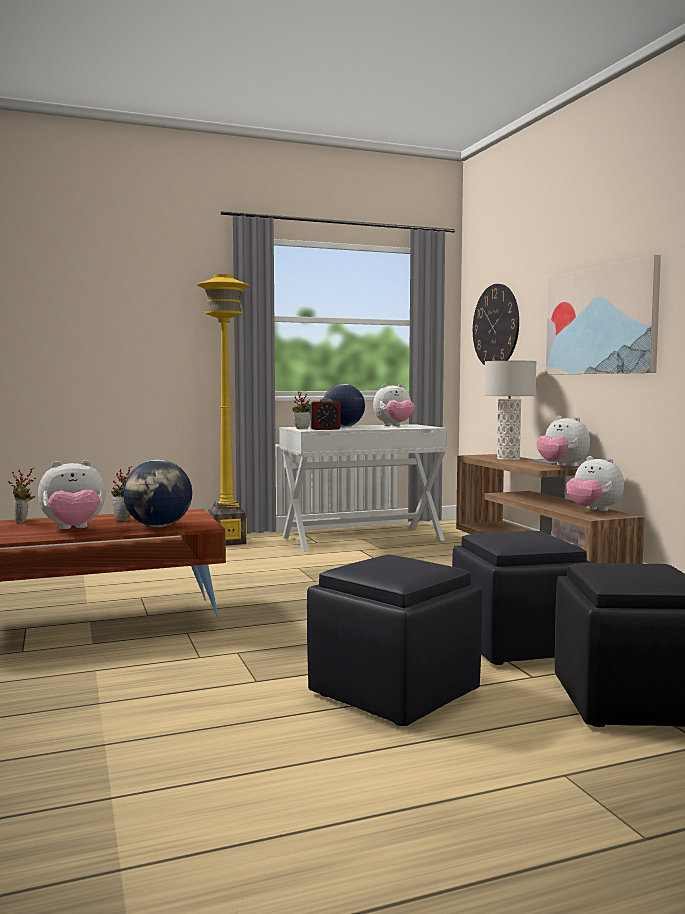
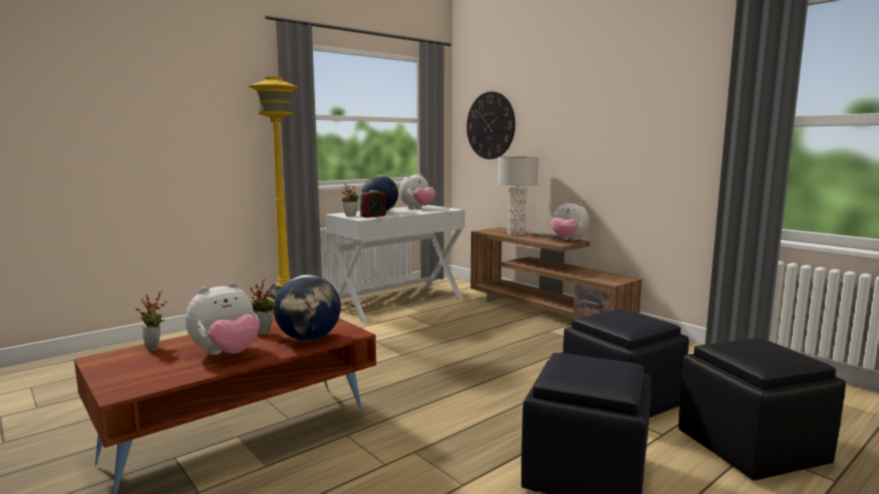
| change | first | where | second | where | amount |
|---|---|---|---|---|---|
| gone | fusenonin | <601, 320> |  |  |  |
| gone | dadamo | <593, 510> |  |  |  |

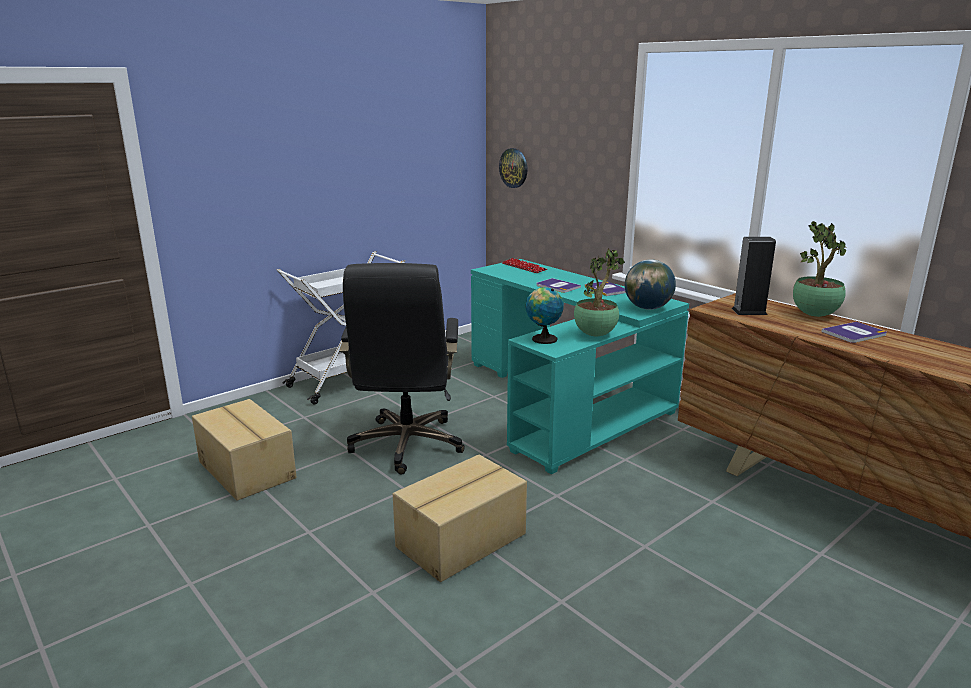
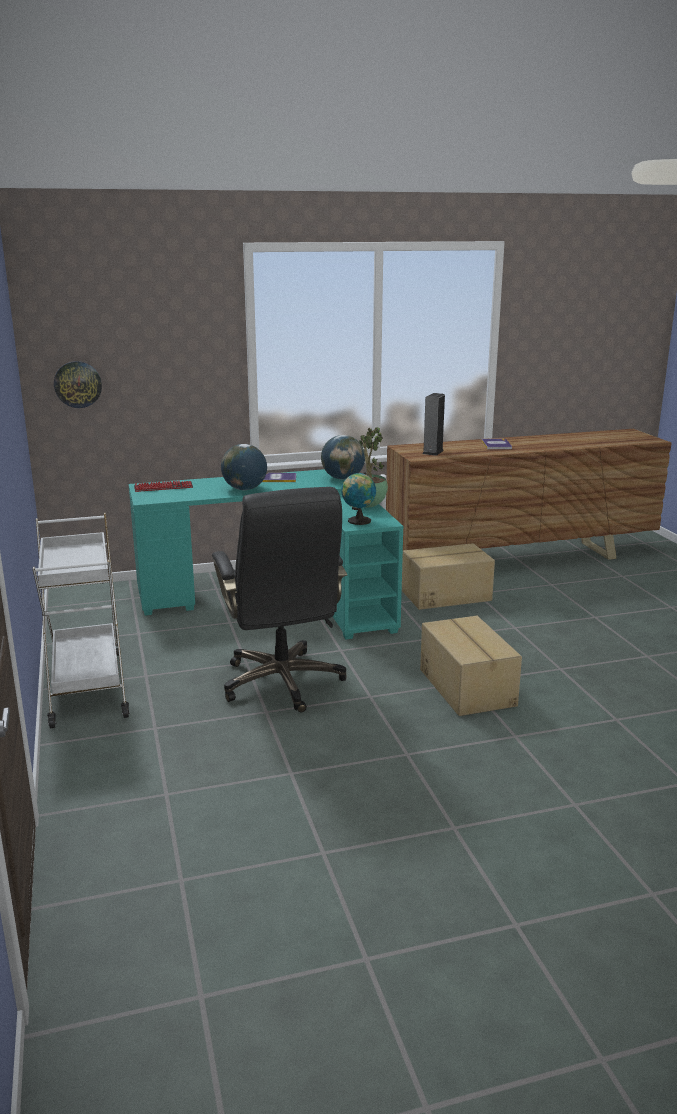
| change | first | where | second | where | amount |
|---|---|---|---|---|---|
| gone | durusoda | <815, 315> |  |  |  |
| shifted | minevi | <248, 469> |  | <445, 595> |  |
| swapped | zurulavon | <557, 286> | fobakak | <245, 489> |  |
| rotated | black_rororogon | <407, 442> |  | <281, 680> | 45 degrees clockwise |

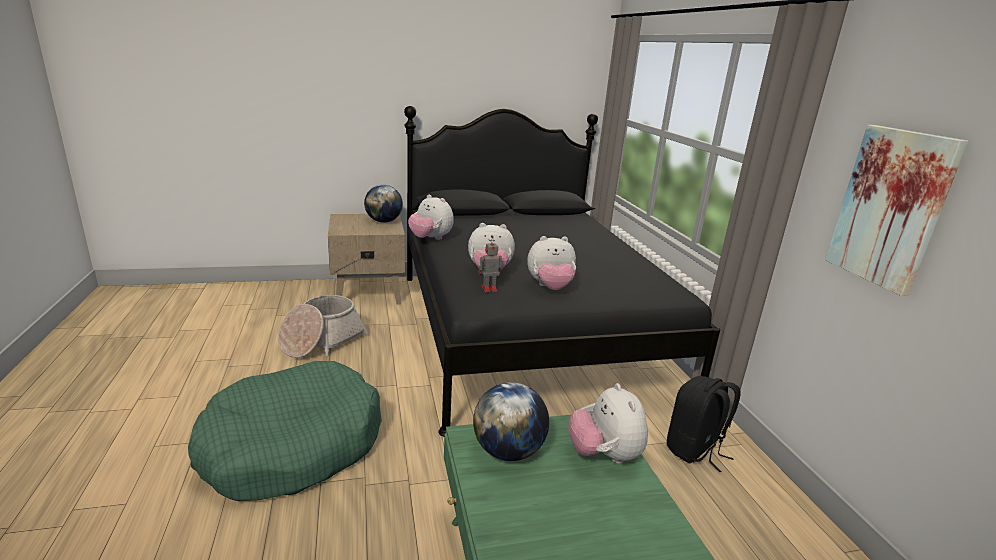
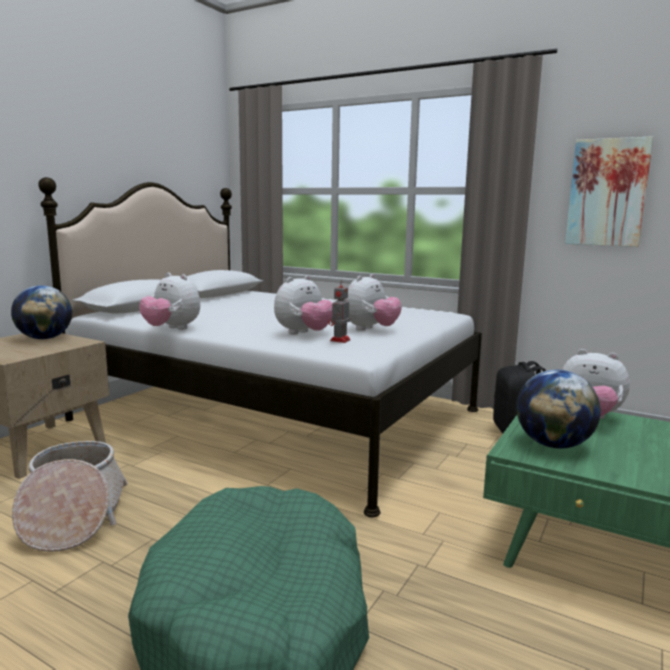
| change | first | where | second | where | amount |
|---|---|---|---|---|---|
| repainted | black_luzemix | <526, 332> | white_luzemix | <278, 415> |  |
| rotated | dadamo | <430, 238> |  | <172, 329> | 45 degrees clockwise |

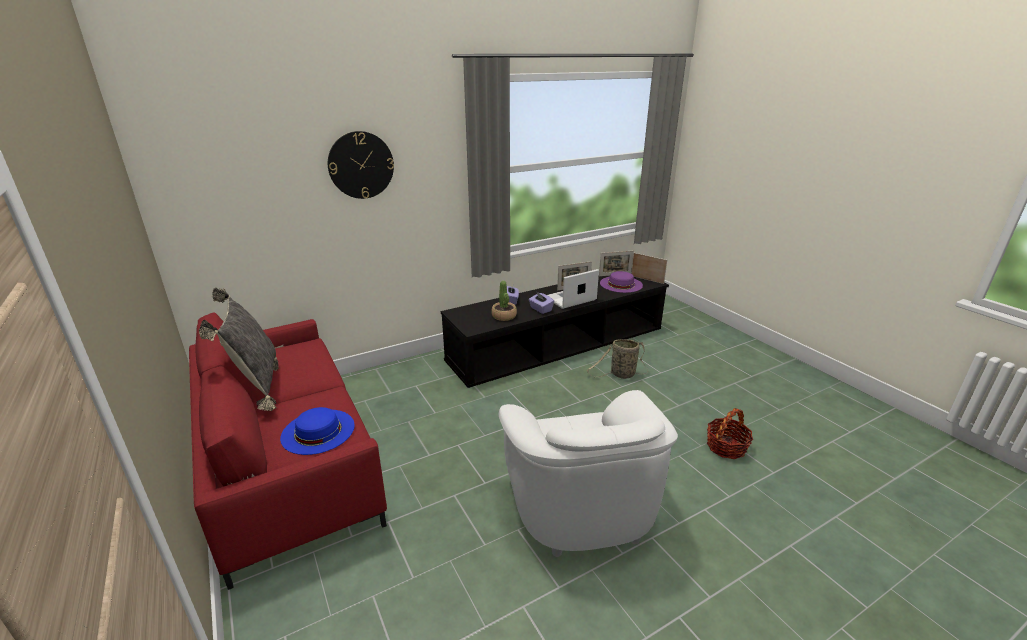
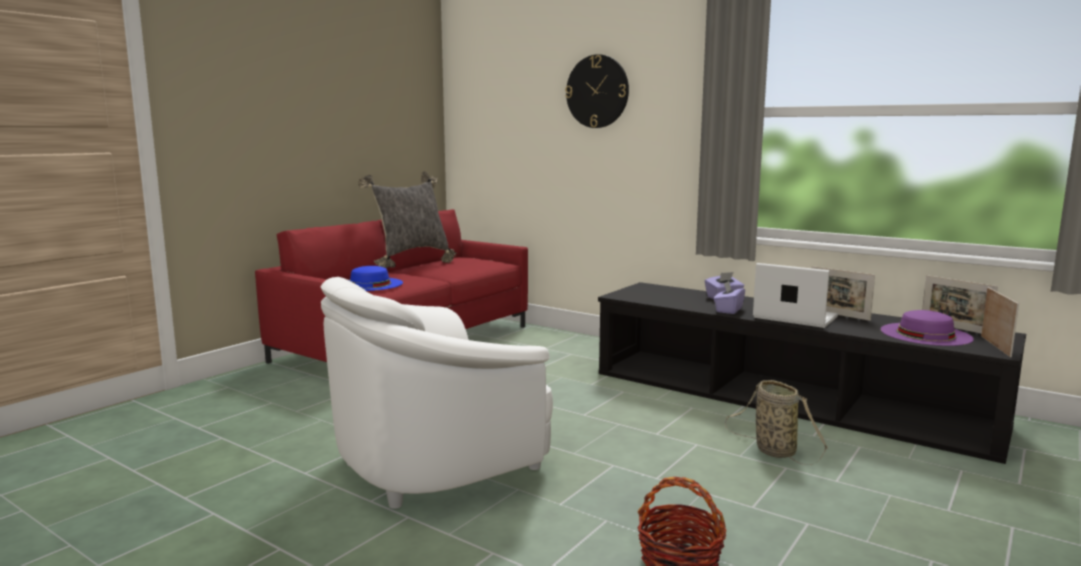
| change | first | where | second | where | amount |
|---|---|---|---|---|---|
| gone | durusoda | <504, 316> |  |  |  |

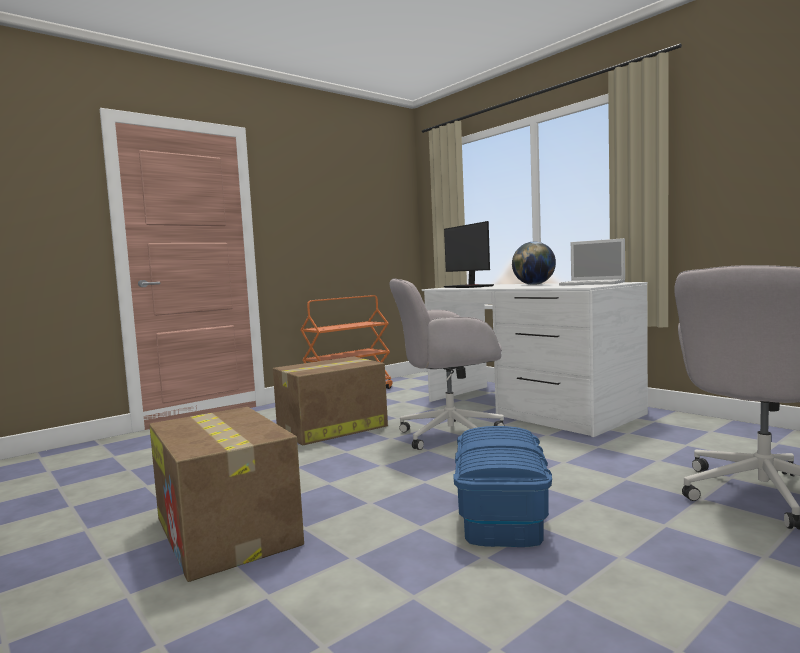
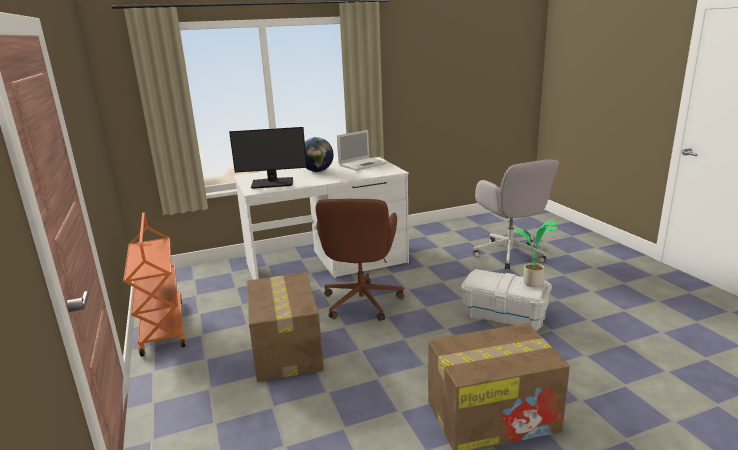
| change | first | where | second | where | amount |
|---|---|---|---|---|---|
| new |  |  | durusoda | <532, 284> |  |
| repainted | grey_rororogon | <449, 435> | brown_rororogon | <361, 303> |  |
| repainted | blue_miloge | <501, 513> | white_miloge | <504, 314> |  |

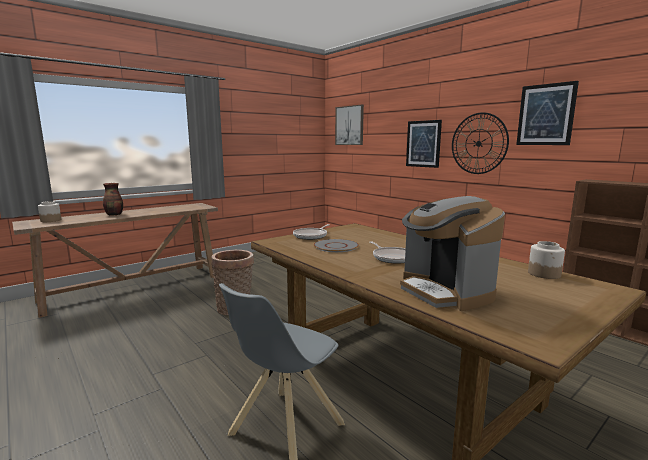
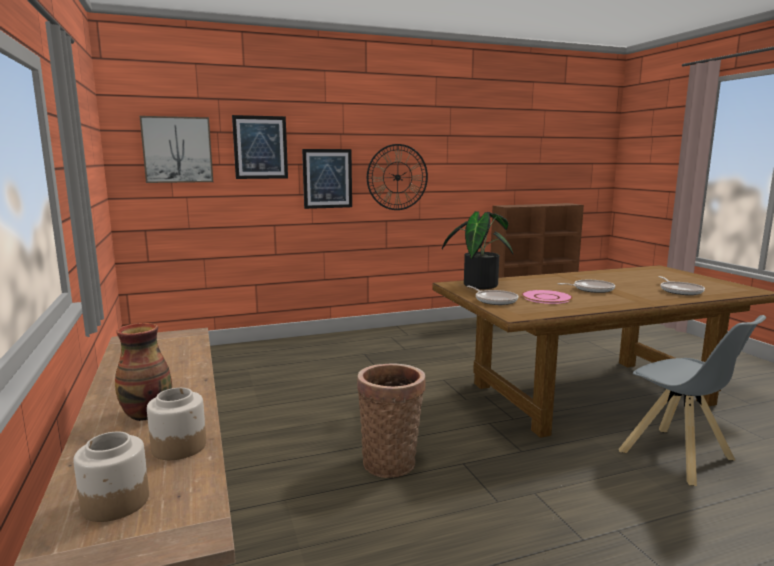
| change | first | where | second | where | amount |
|---|---|---|---|---|---|
| new |  |  | durusoda | <478, 284> |  |
| shifted | fusenonin | <546, 115> |  | <260, 147> |  |
| shifted | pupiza | <544, 274> |  | <179, 446> |  |
| swapped | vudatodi | <445, 292> | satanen | <680, 291> |  |
| repainted | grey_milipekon | <336, 246> | pink_milipekon | <546, 298> |  |

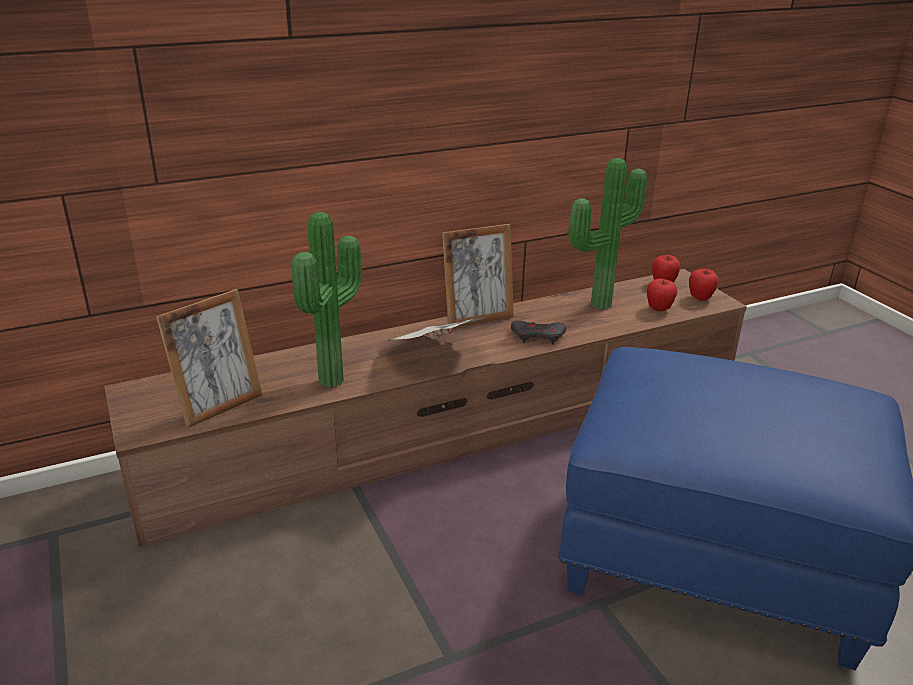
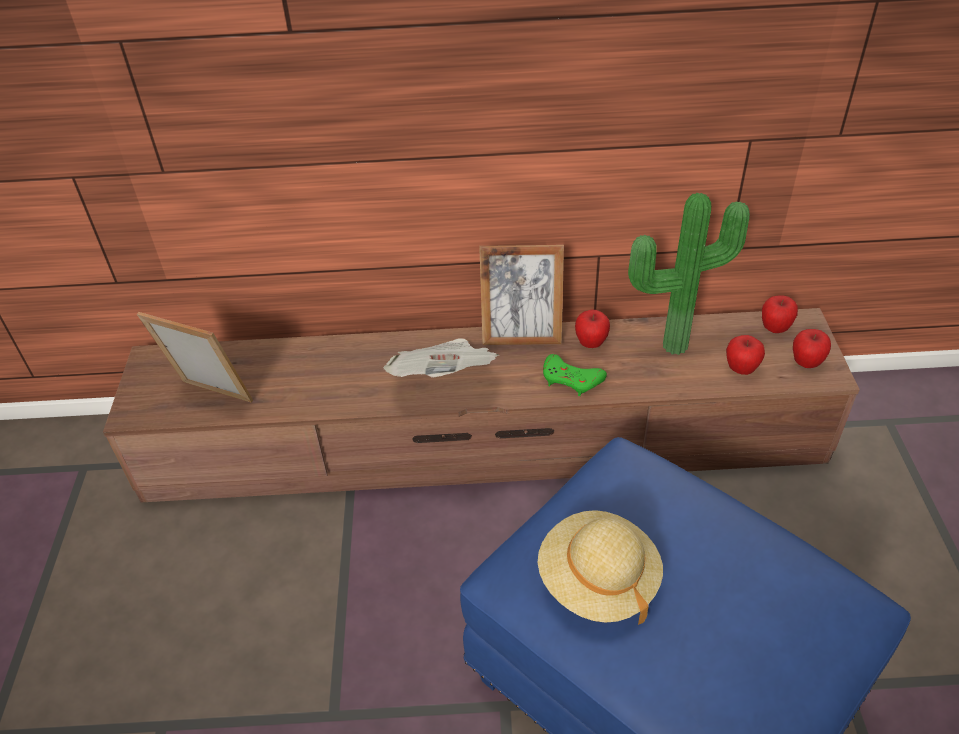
| change | first | where | second | where | amount |
|---|---|---|---|---|---|
| gone | durusoda | <336, 381> |  |  |  |
| new |  |  | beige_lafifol | <597, 581> |  |
| new |  |  | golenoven | <591, 343> |  |
| repainted | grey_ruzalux | <538, 336> | green_ruzalux | <571, 379> |  |
| rotated | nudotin | <219, 406> |  | <211, 398> | 135 degrees counterclockwise |

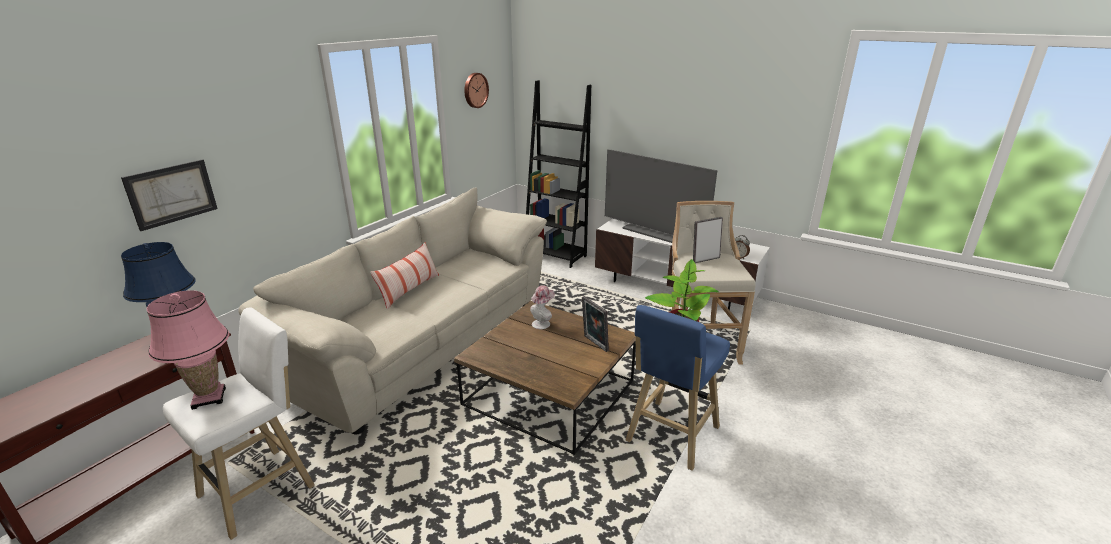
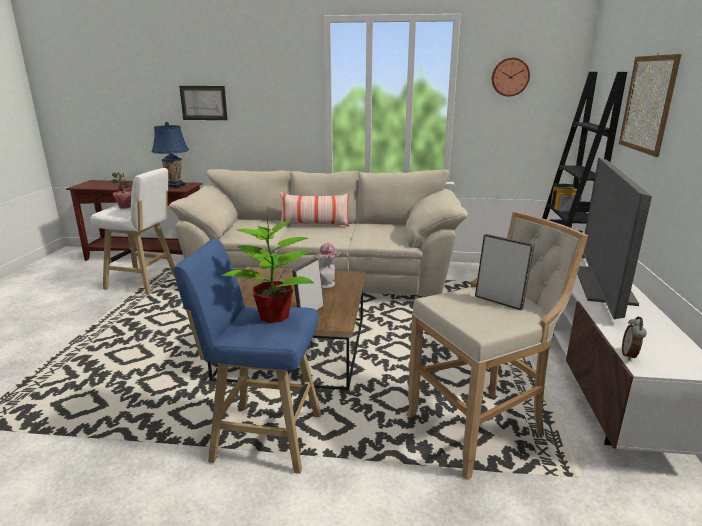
| change | first | where | second | where | amount |
|---|---|---|---|---|---|
| new |  |  | fusenonin | <648, 103> |  |
| swapped | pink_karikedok | <209, 398> | durusoda | <125, 207> |  |

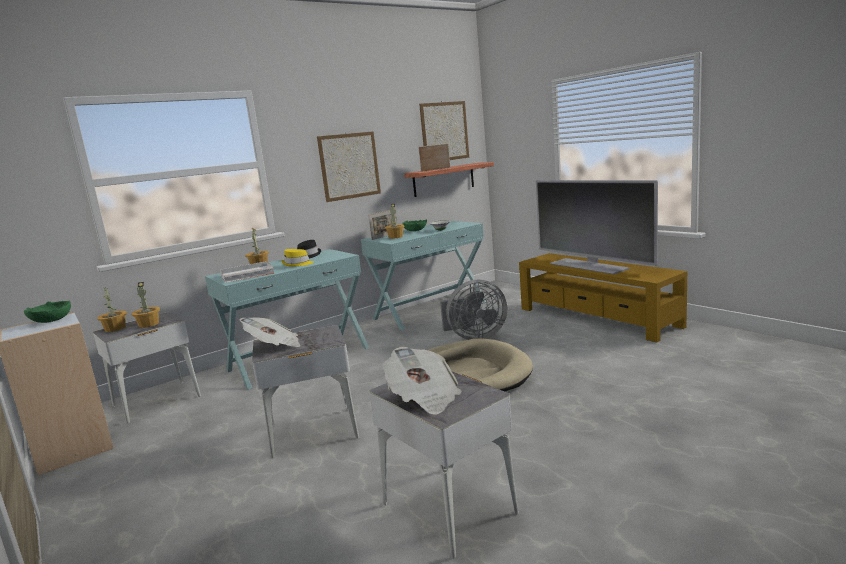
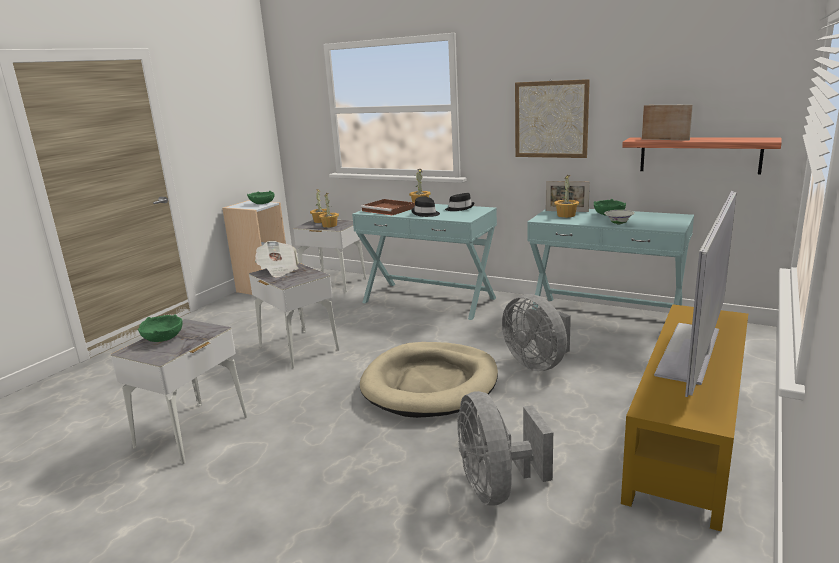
| change | first | where | second | where | amount |
|---|---|---|---|---|---|
| gone | fusenonin | <444, 131> |  |  |  |
| new |  |  | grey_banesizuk | <497, 488> |  |
| swapped | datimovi | <424, 398> | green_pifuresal | <163, 338> |  |
| repainted | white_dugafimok | <248, 274> | brown_dugafimok | <389, 209> |  |
| repainted | yellow_lafifol | <297, 264> | black_lafifol | <425, 213> |  |

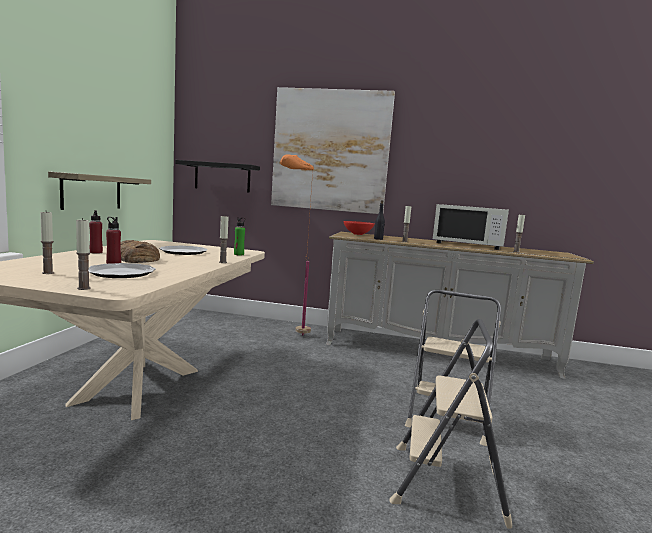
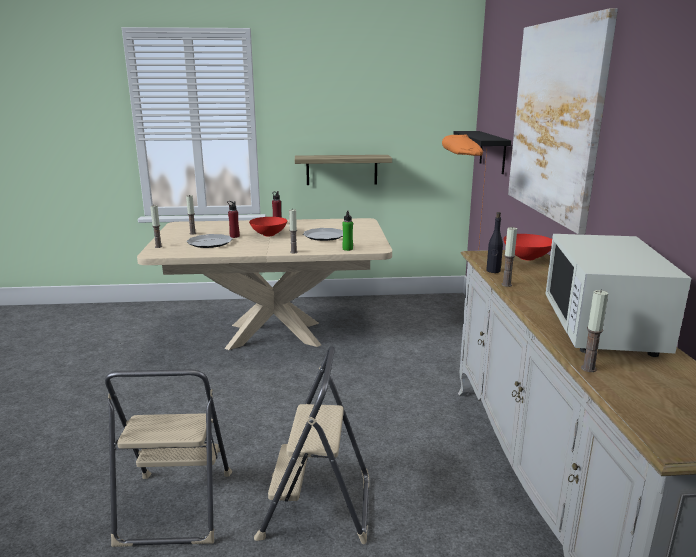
| change | first | where | second | where | amount |
|---|---|---|---|---|---|
| swapped | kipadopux | <136, 259> | red_pifuresal | <268, 234> |  |

